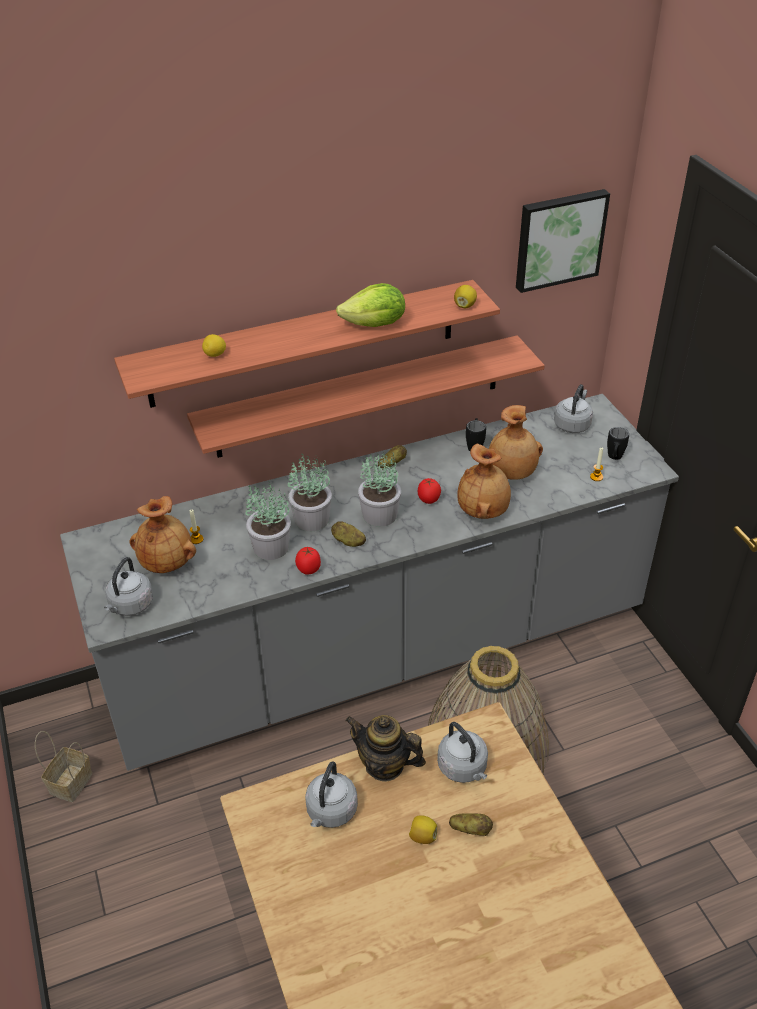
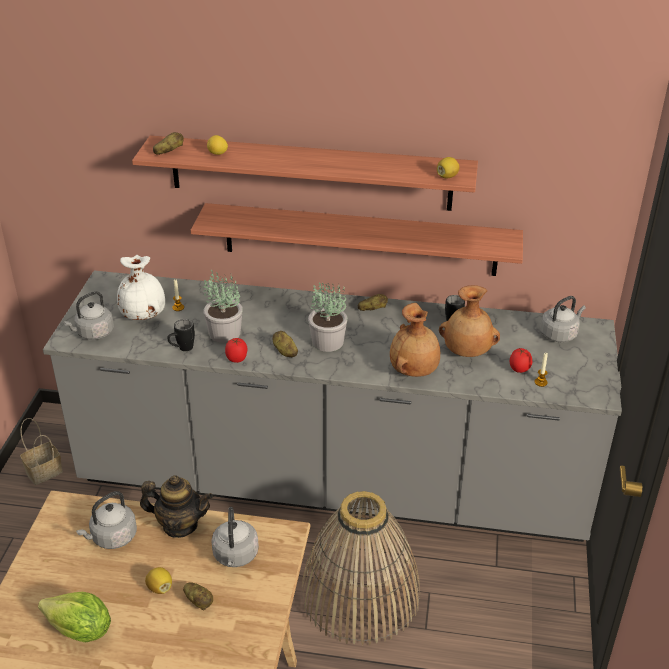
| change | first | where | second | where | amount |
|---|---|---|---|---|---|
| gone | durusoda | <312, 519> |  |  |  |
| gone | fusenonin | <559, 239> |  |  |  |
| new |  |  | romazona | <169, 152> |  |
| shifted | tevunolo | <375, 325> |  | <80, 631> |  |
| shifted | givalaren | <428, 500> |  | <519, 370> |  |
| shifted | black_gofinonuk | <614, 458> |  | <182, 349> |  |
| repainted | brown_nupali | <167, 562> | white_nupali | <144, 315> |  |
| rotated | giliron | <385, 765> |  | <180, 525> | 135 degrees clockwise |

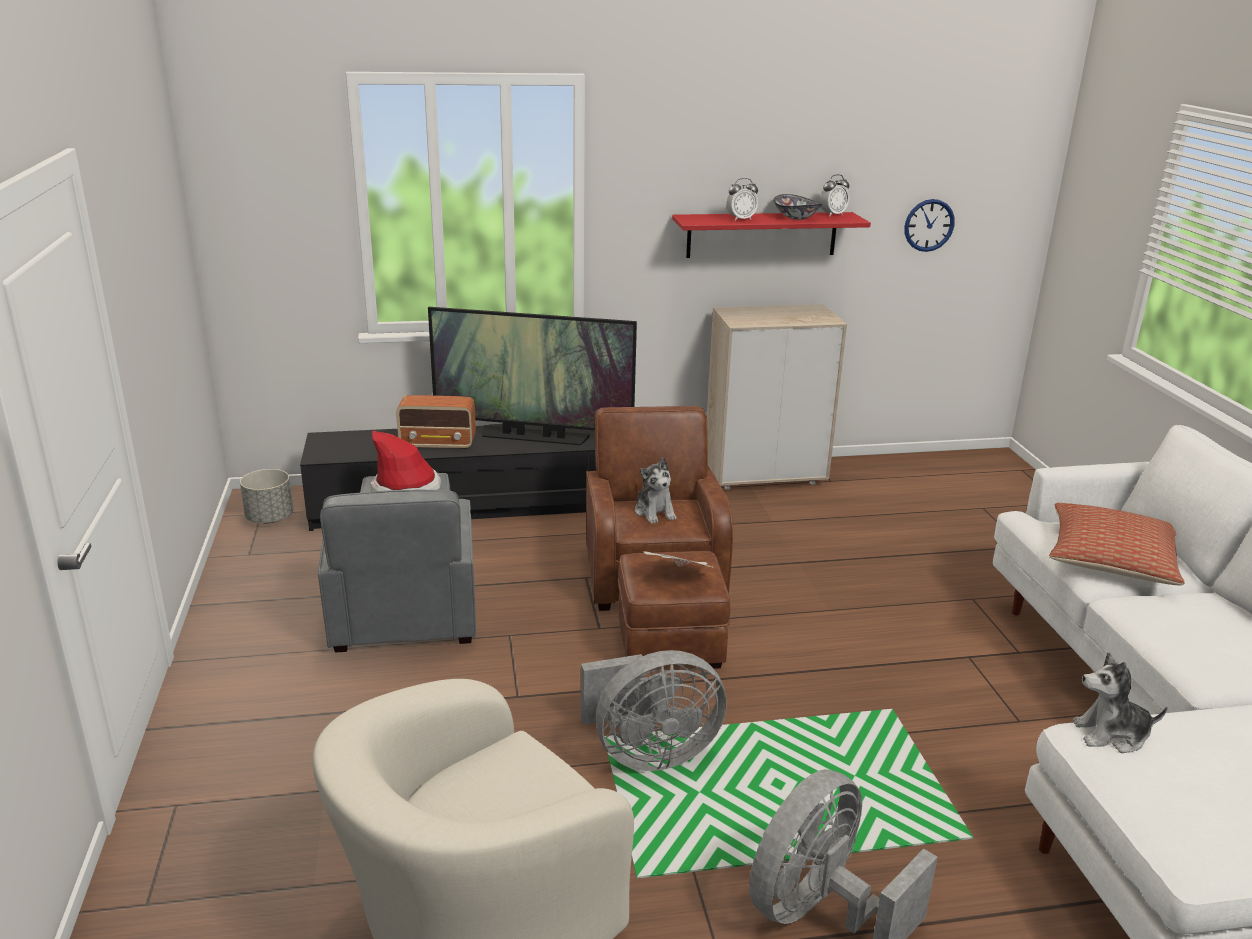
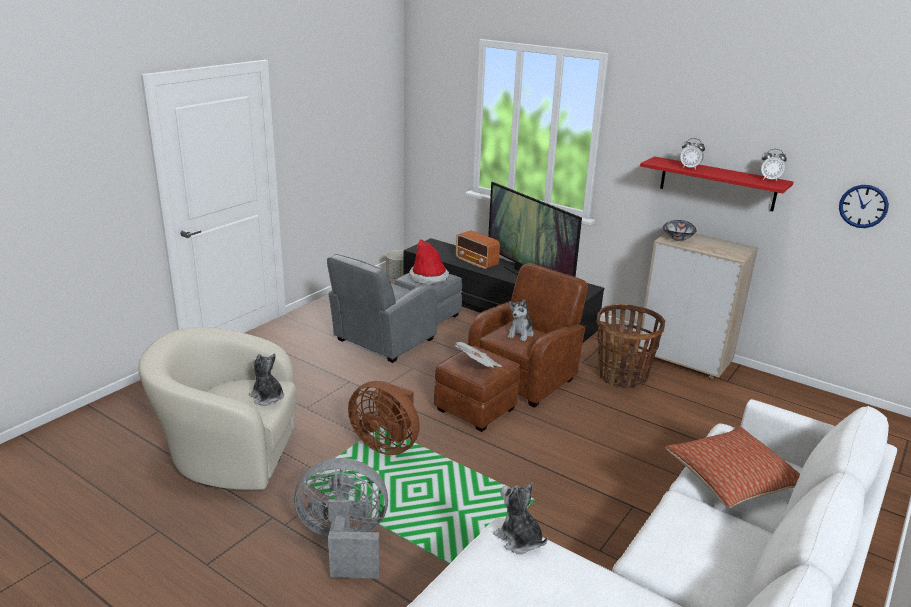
| change | first | where | second | where | amount |
|---|---|---|---|---|---|
| new |  |  | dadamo | <267, 397> |  |
| new |  |  | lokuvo | <622, 376> |  |
| shifted | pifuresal | <795, 217> |  | <677, 238> |  |
| repainted | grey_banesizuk | <649, 753> | brown_banesizuk | <386, 444> |  |

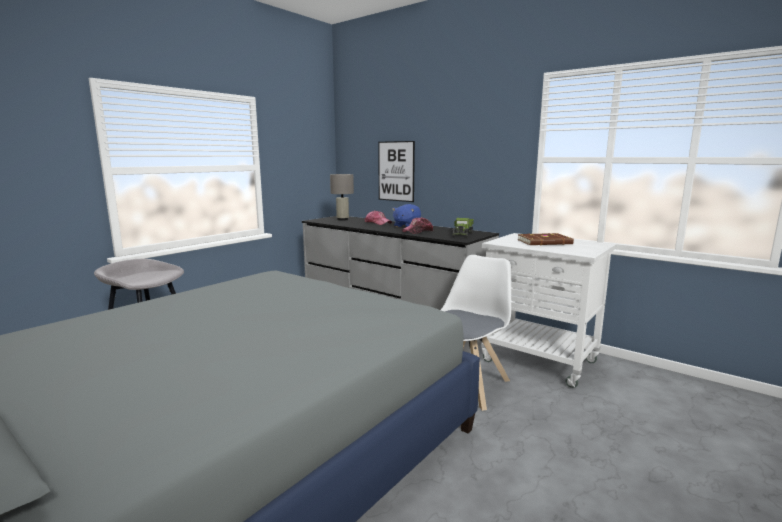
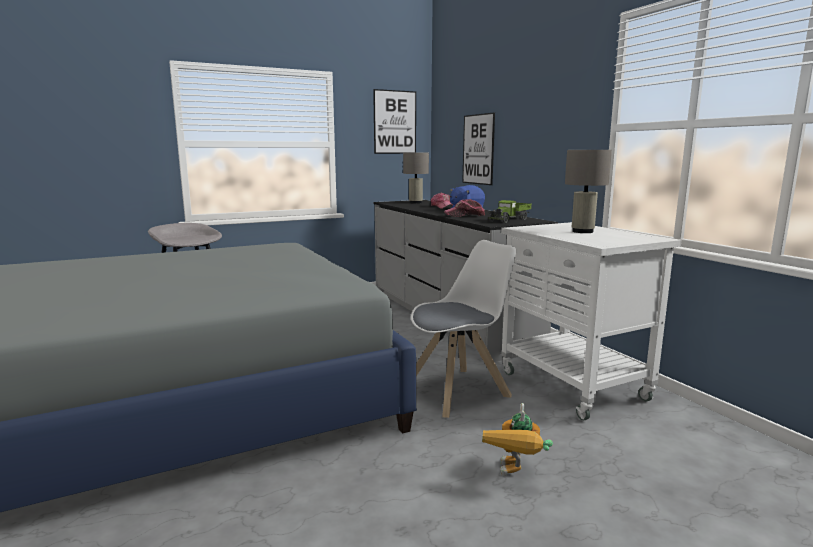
| change | first | where | second | where | amount |
|---|---|---|---|---|---|
| new |  |  | fusenonin | <395, 122> |  |
| new |  |  | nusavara | <516, 476> |  |
| swapped | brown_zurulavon | <545, 242> | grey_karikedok | <583, 231> |  |

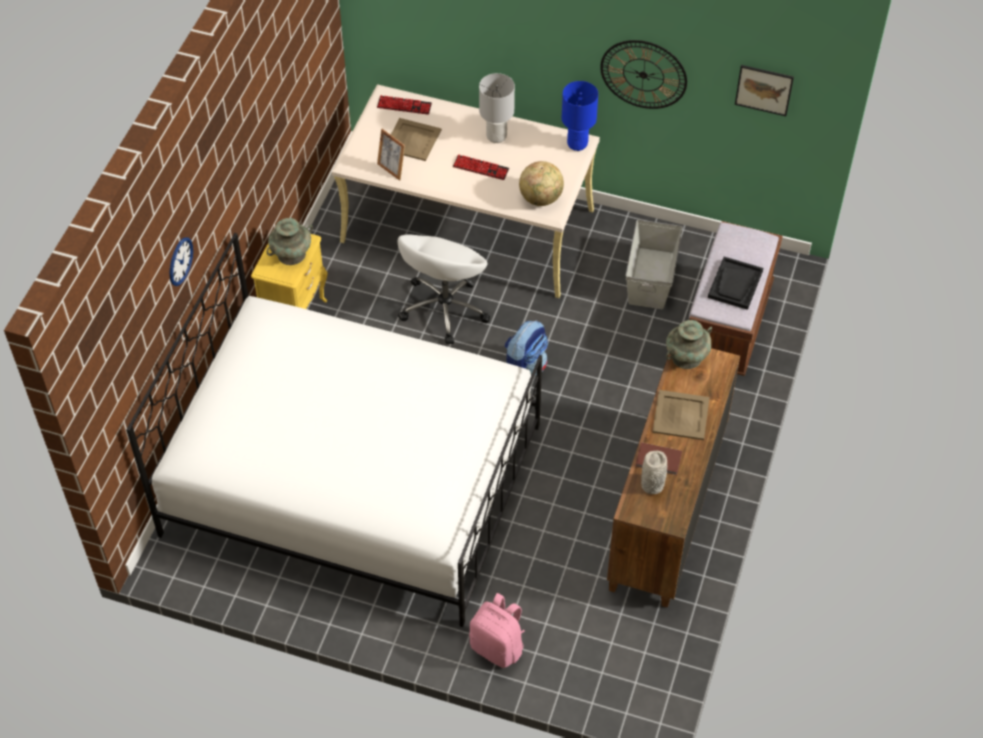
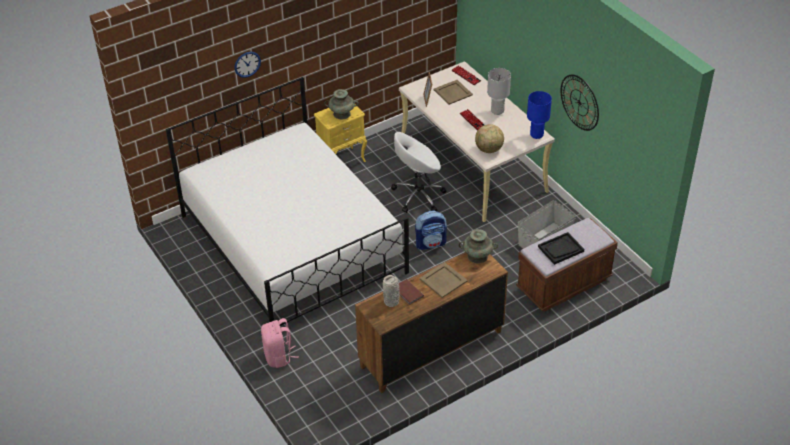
| change | first | where | second | where | amount |
|---|---|---|---|---|---|
| gone | fusenonin | <764, 90> |  |  |  |

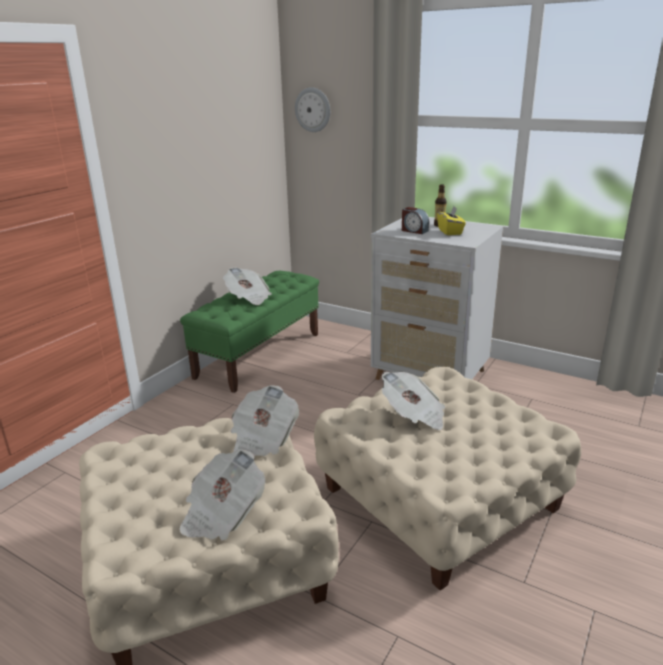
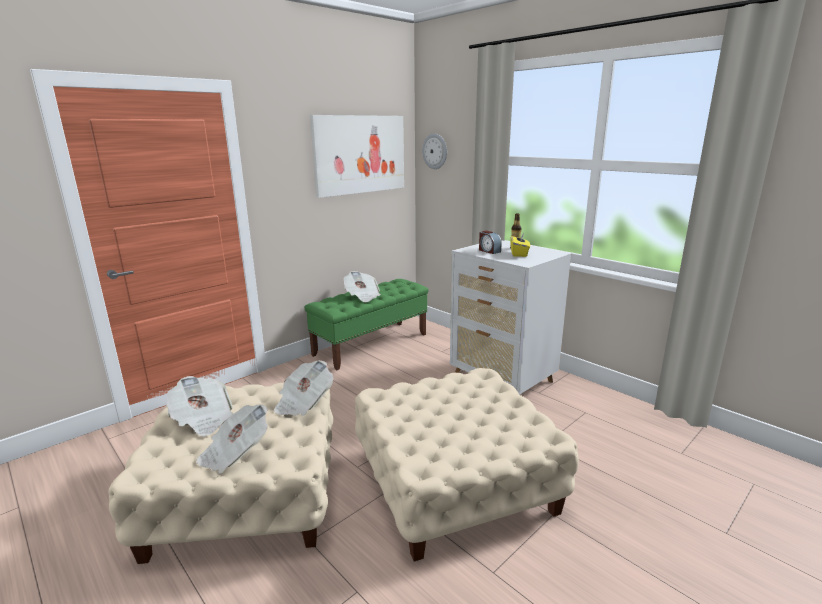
| change | first | where | second | where | amount |
|---|---|---|---|---|---|
| new |  |  | fusenonin | <360, 154> |  |
| shifted | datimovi | <414, 415> |  | <203, 419> |  |

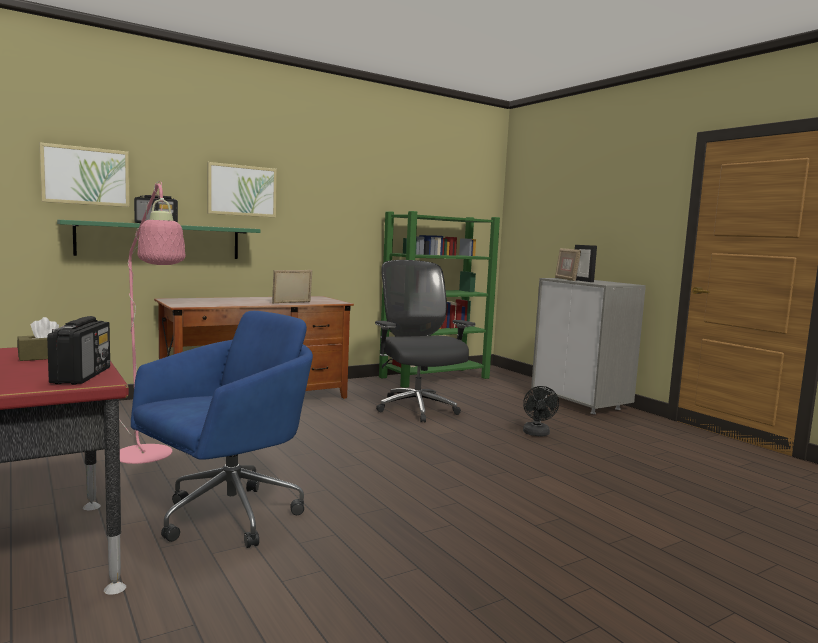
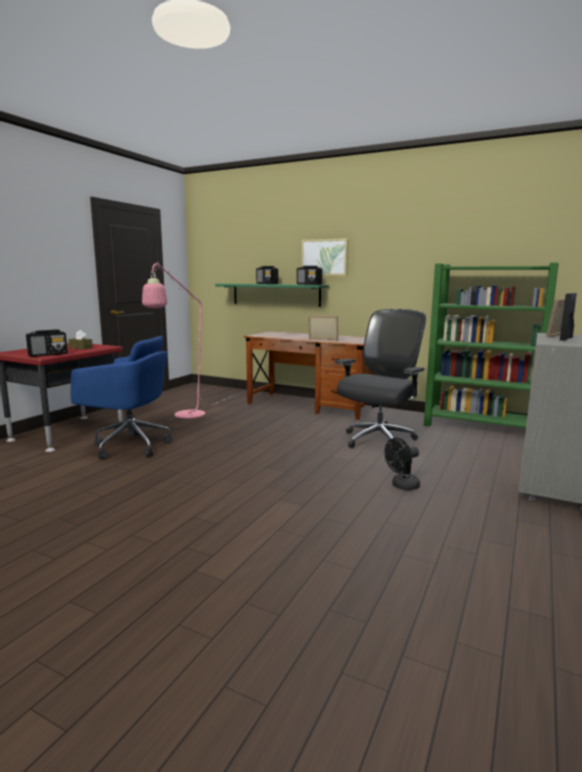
| change | first | where | second | where | amount |
|---|---|---|---|---|---|
| gone | fusenonin | <85, 176> |  |  |  |
| new |  |  | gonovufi | <309, 284> |  |

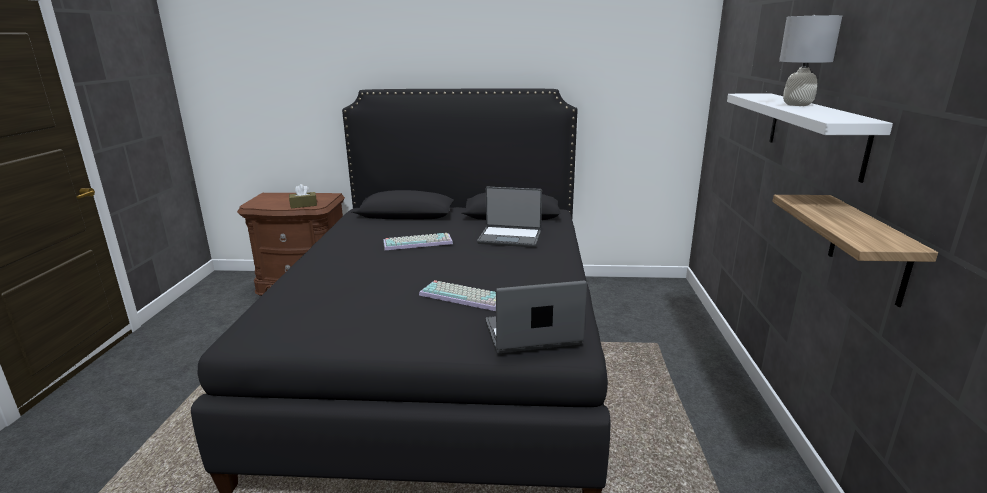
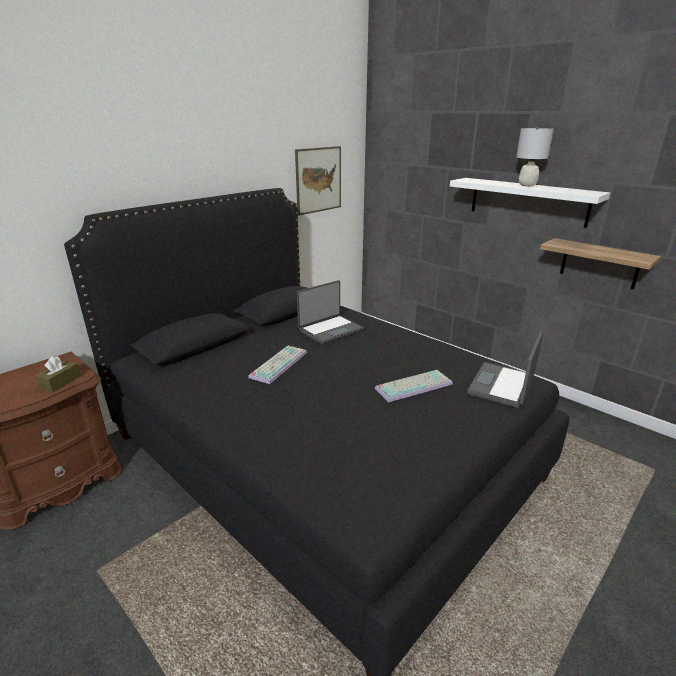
| change | first | where | second | where | amount |
|---|---|---|---|---|---|
| new |  |  | fusenonin | <318, 180> |  |

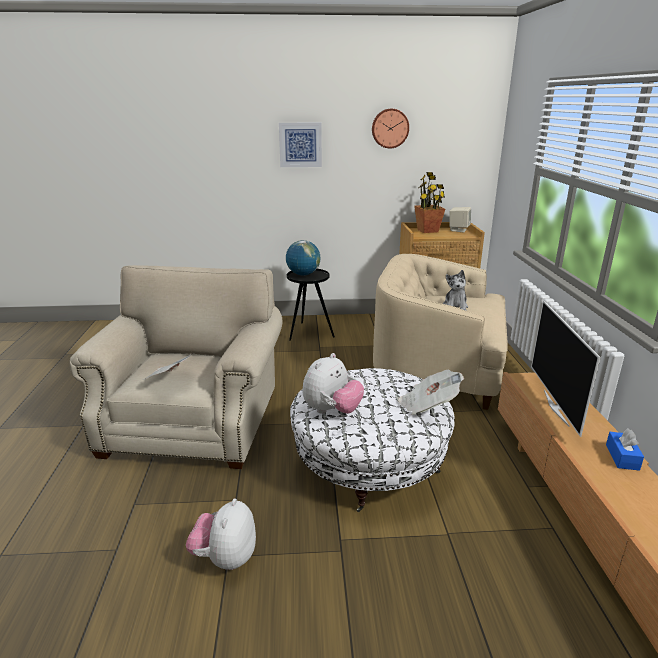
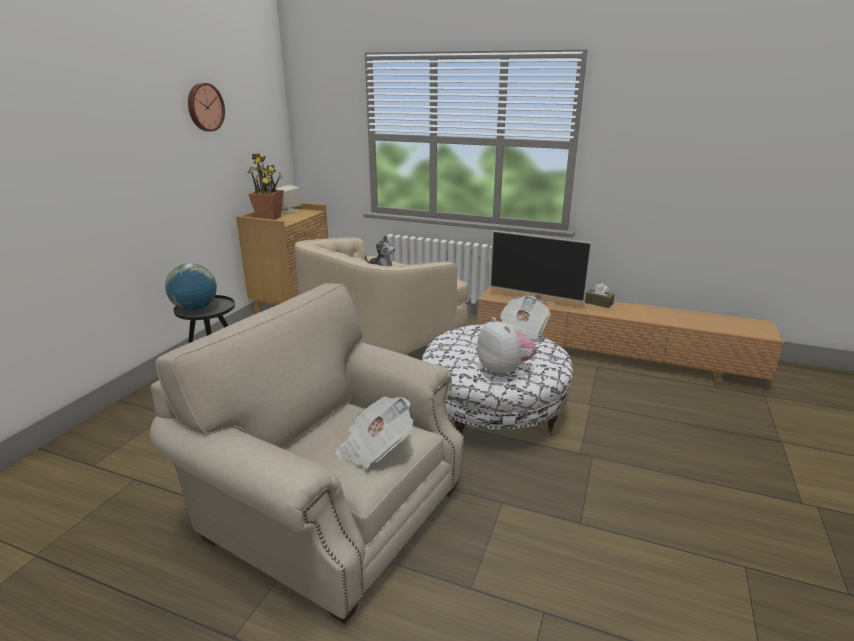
| change | first | where | second | where | amount |
|---|---|---|---|---|---|
| gone | dadamo | <225, 558> |  |  |  |
| gone | fusenonin | <300, 145> |  |  |  |
| repainted | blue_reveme | <622, 457> | brown_reveme | <598, 303> |  |

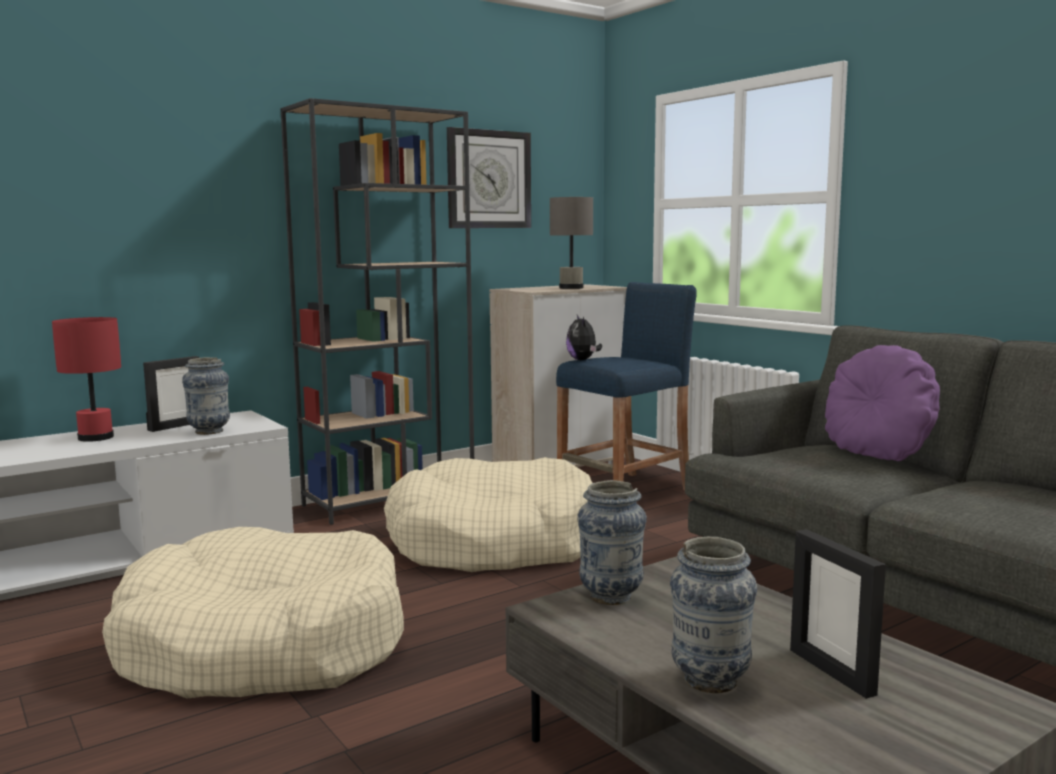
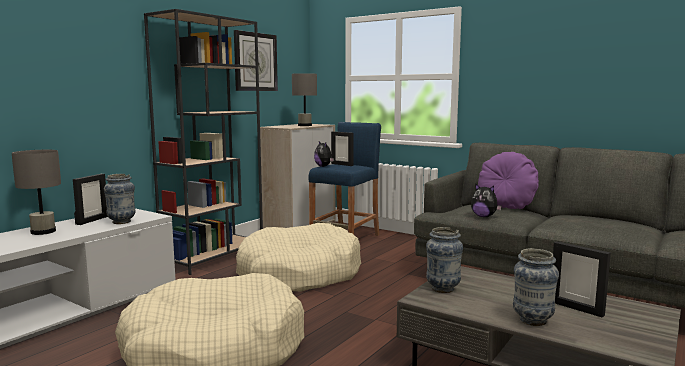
| change | first | where | second | where | amount |
|---|---|---|---|---|---|
| new |  |  | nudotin | <342, 164> |  |
| new |  |  | dadamo | <484, 216> |  |
| repainted | red_karikedok | <95, 438> | grey_karikedok | <42, 232> |  |

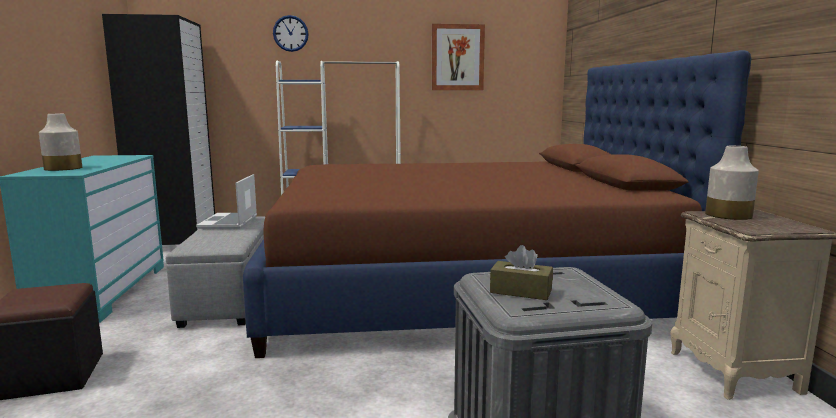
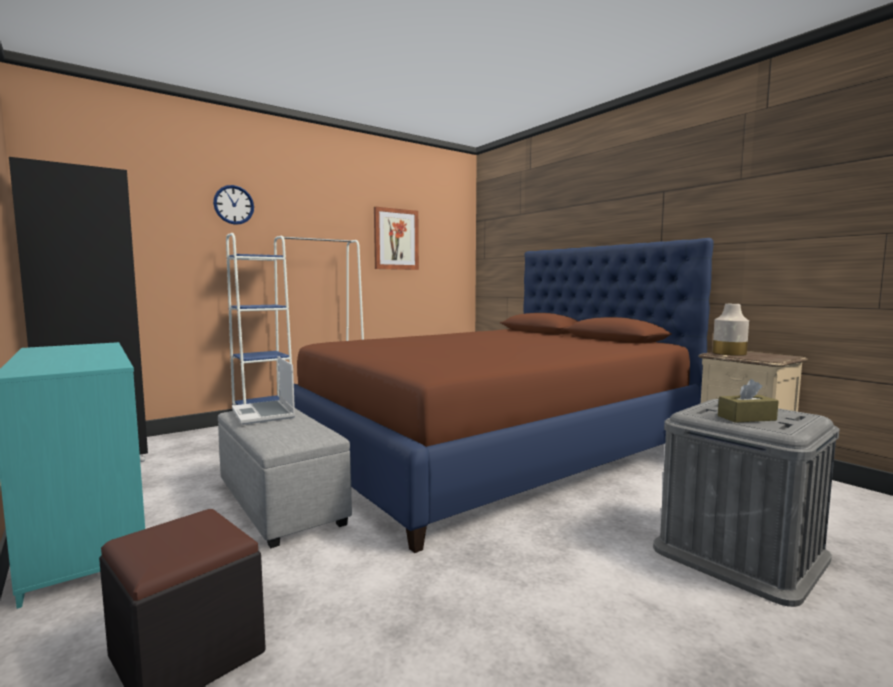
| change | first | where | second | where | amount |
|---|---|---|---|---|---|
| gone | beige_nupali | <63, 168> |  |  |  |

